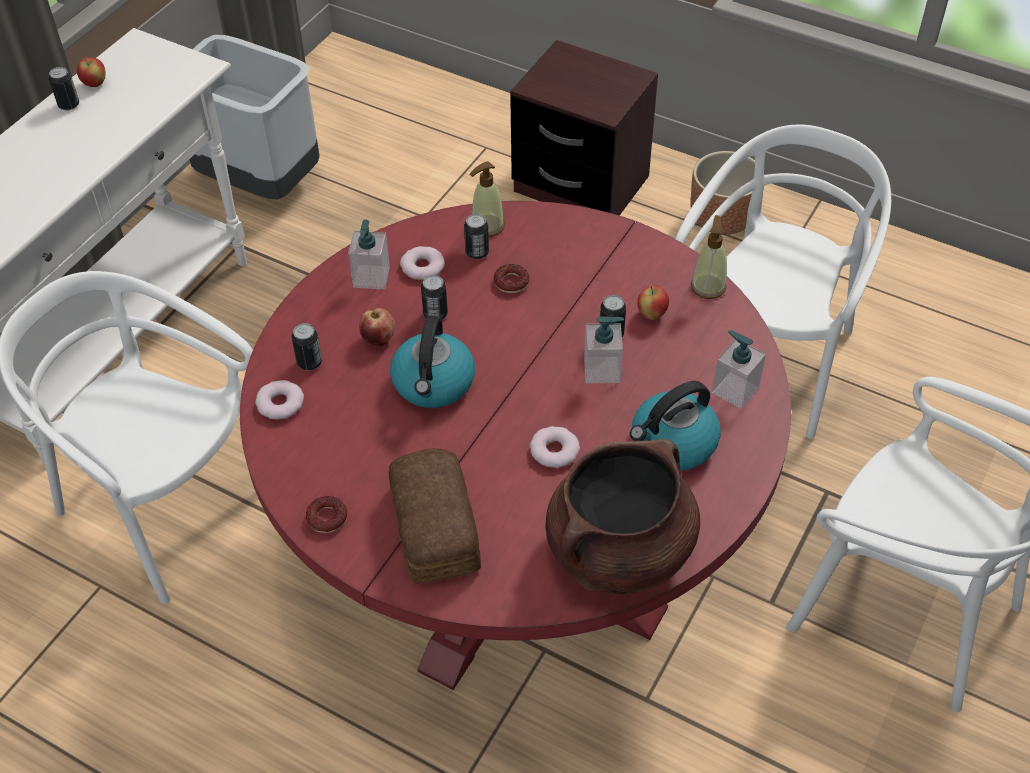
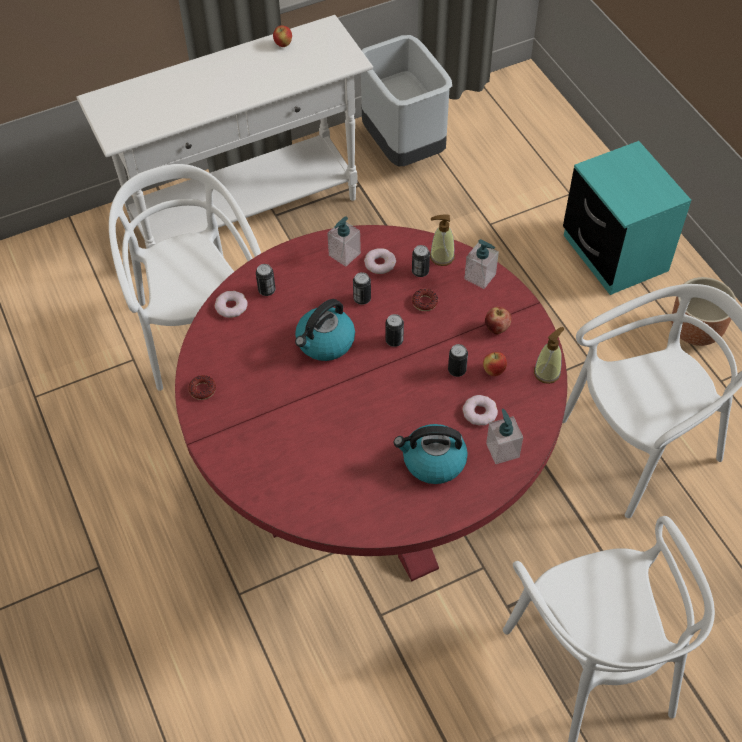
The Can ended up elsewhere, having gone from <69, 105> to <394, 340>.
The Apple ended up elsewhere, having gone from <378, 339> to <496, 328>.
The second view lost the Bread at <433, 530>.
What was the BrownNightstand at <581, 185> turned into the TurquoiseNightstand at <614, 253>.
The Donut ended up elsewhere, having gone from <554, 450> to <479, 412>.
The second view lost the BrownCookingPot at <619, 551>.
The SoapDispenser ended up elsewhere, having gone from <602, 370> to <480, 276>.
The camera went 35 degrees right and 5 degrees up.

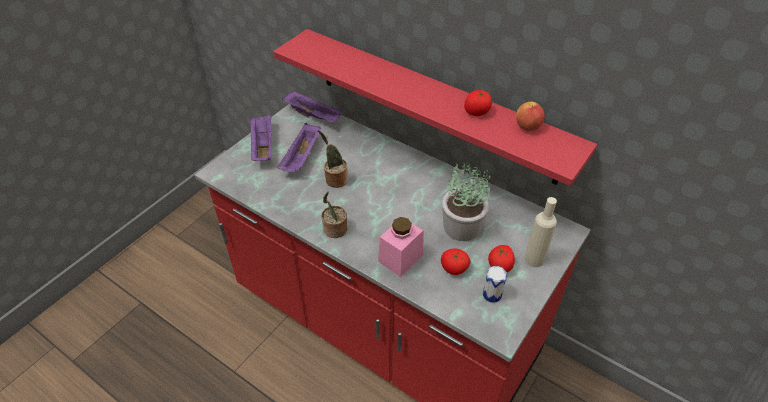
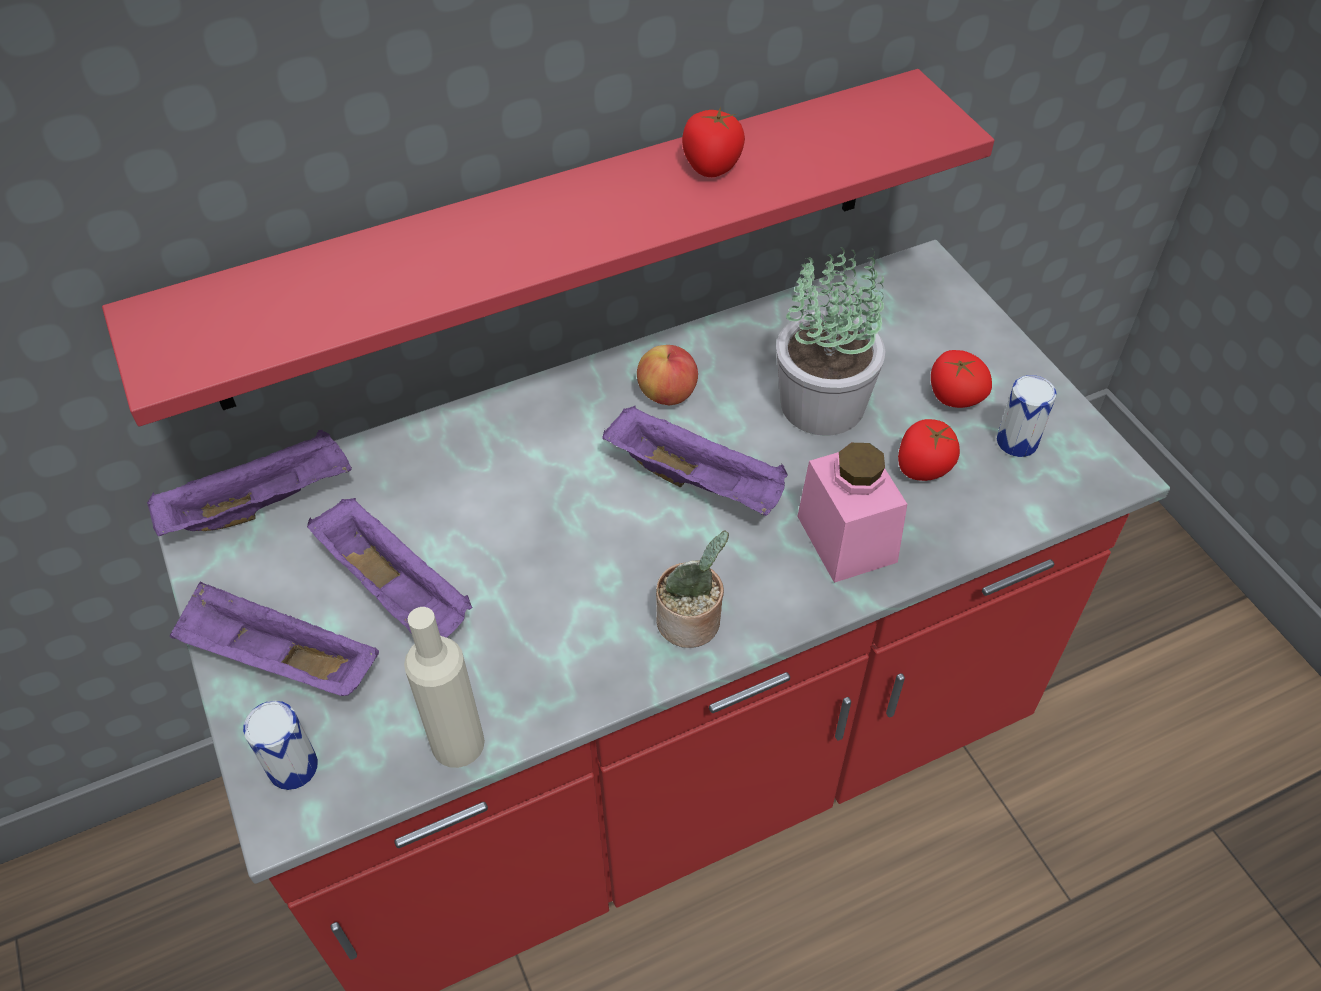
The second view lost the PottedPlant at <335, 179>.
The Apple ended up elsewhere, having gone from <527, 127> to <668, 394>.
The BeigeBottle ended up elsewhere, having gone from <534, 259> to <458, 743>.
The second view gained the Can at <293, 767>.
The second view gained the PurpleTray at <697, 481>.
The camera went 60 degrees left and 5 degrees up.

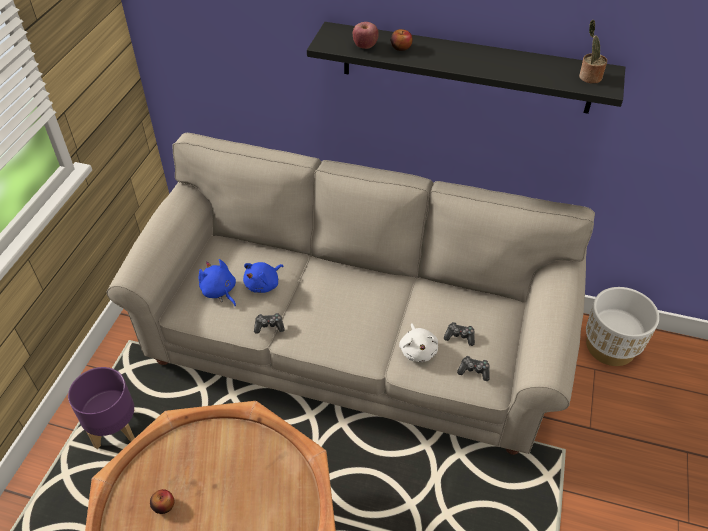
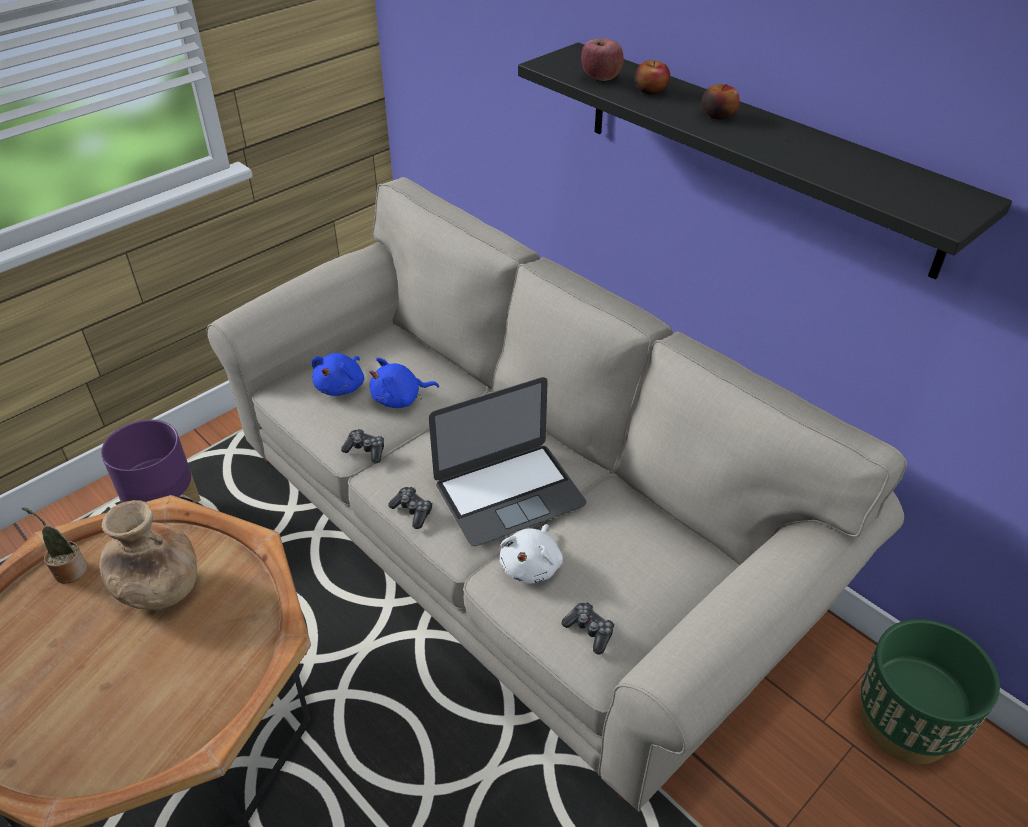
The Apple ended up elsewhere, having gone from <163, 505> to <718, 115>.
The BluePlushToy at <219, 291> ended up facing another way, 150 degrees counterclockwise from before.
The GameController ended up elsewhere, having gone from <459, 336> to <412, 511>.
The PottedPlant ended up elsewhere, having gone from <588, 77> to <68, 570>.
What was the WhitePlanter at <610, 346> turned into the GreenPlanter at <905, 724>.
The second view gained the BrownVase at <158, 589>.
The second view gained the Laptop at <509, 493>.
The camera went 30 degrees right and 5 degrees down.

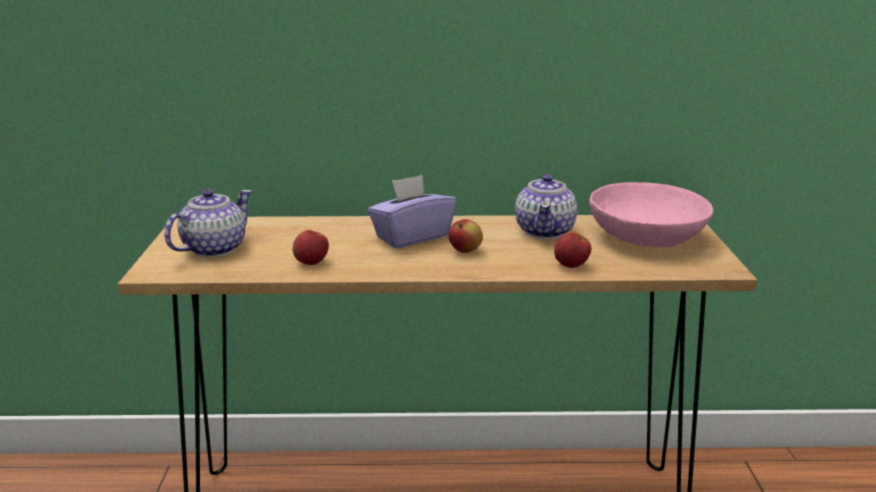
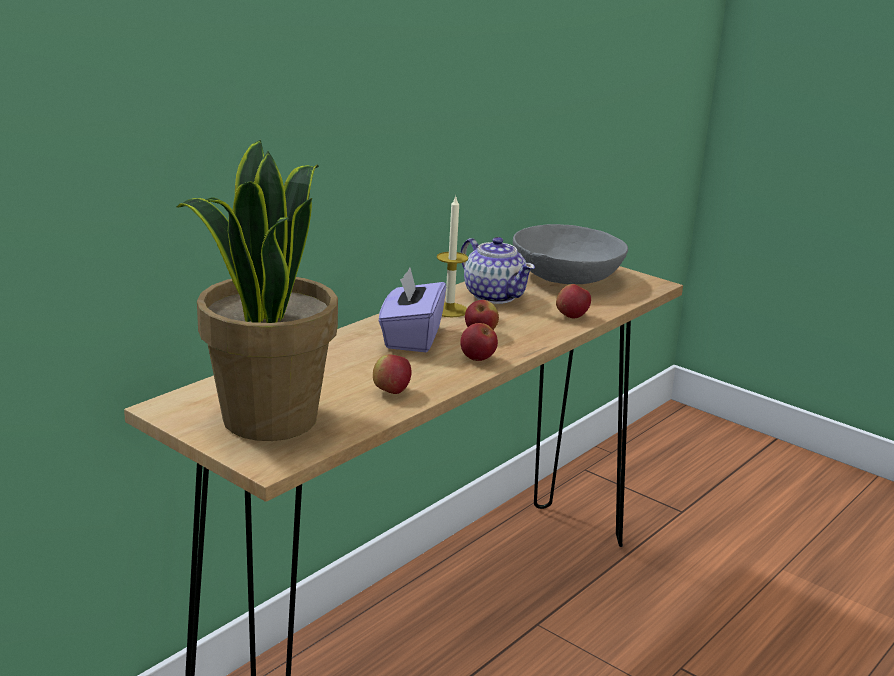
Where the Teapot stood at <213, 249>, the PottedPlant came to stand at <268, 418>.
What was the PinkBowl at <646, 237> turned into the GreyBowl at <567, 277>.
The second view gained the Candle at <449, 310>.
The second view gained the Apple at <477, 359>.
The camera went 50 degrees left and 0 degrees up.

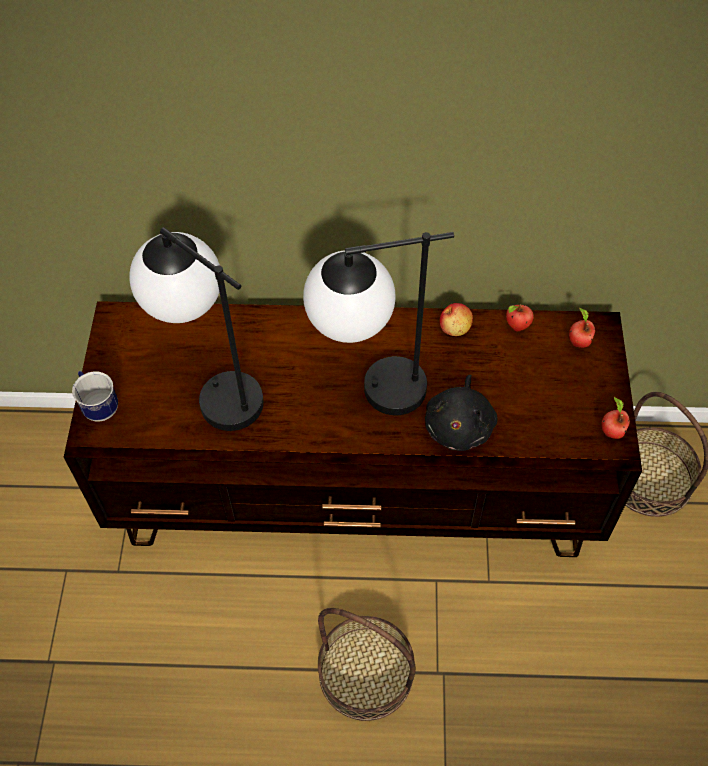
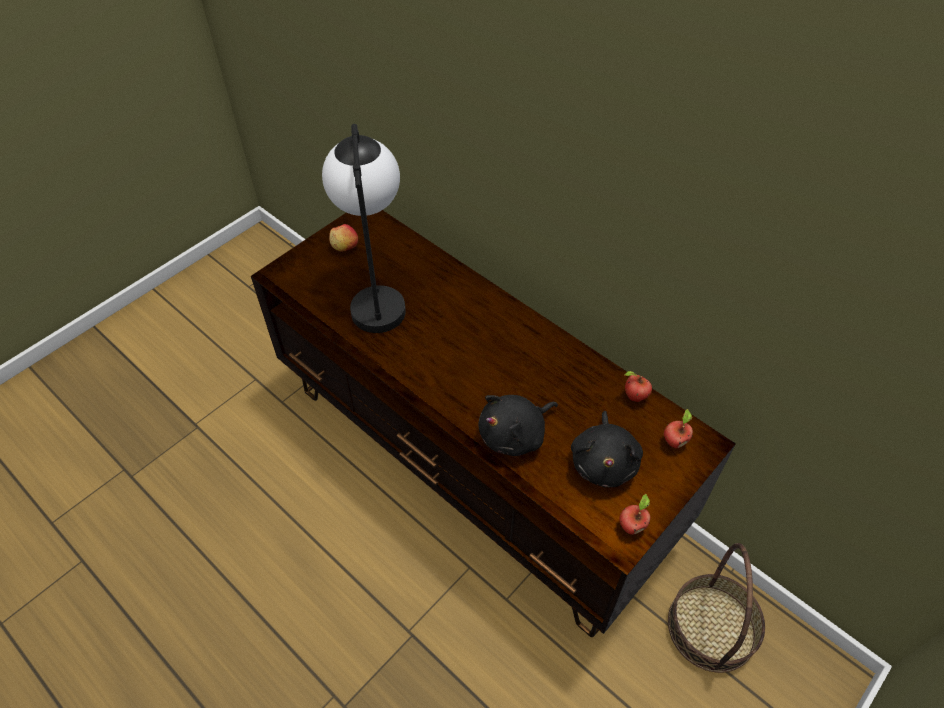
The second view lost the Mug at <98, 406>.
The second view lost the TableLamp at <369, 393>.
The second view lost the Basket at <366, 672>.
The Apple ended up elsewhere, having gone from <455, 328> to <344, 246>.
The second view gained the BlackPlushToy at <604, 462>.
The camera went 40 degrees right and 5 degrees down.

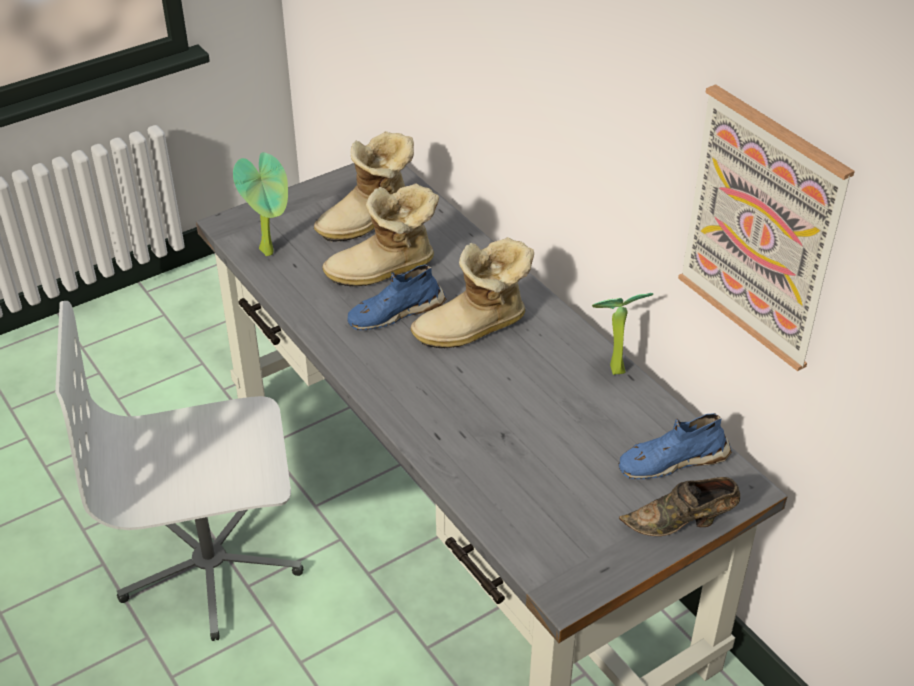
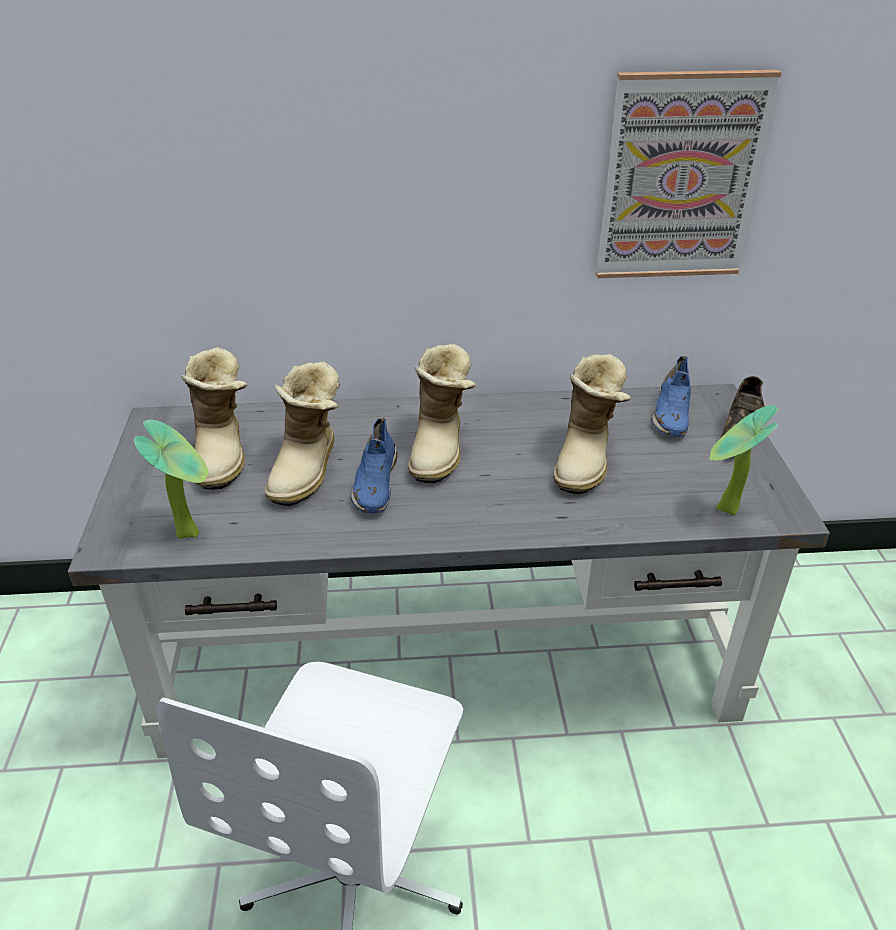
The PottedPlant ended up elsewhere, having gone from <612, 368> to <723, 512>.
The second view gained the Boot at <587, 460>.
The camera went 60 degrees left and 5 degrees down.

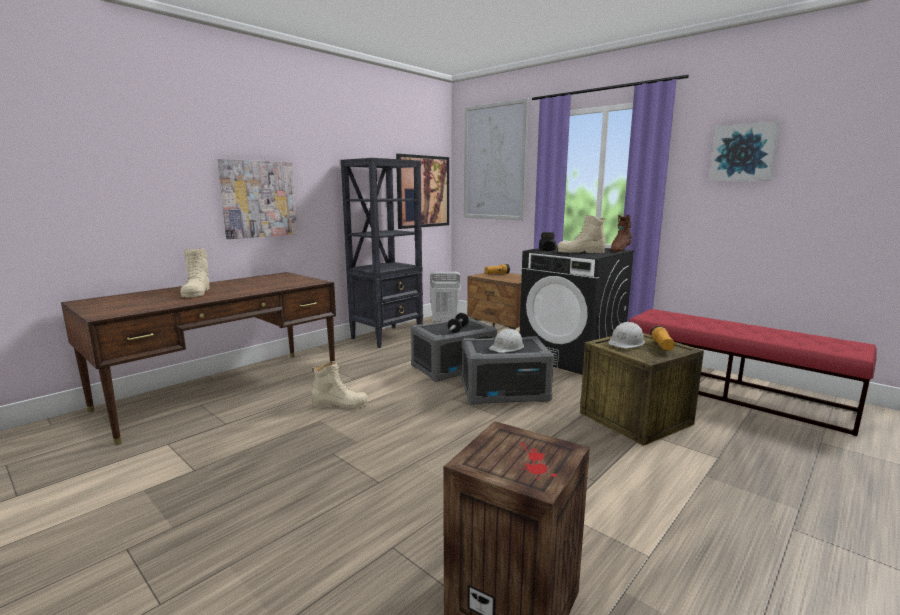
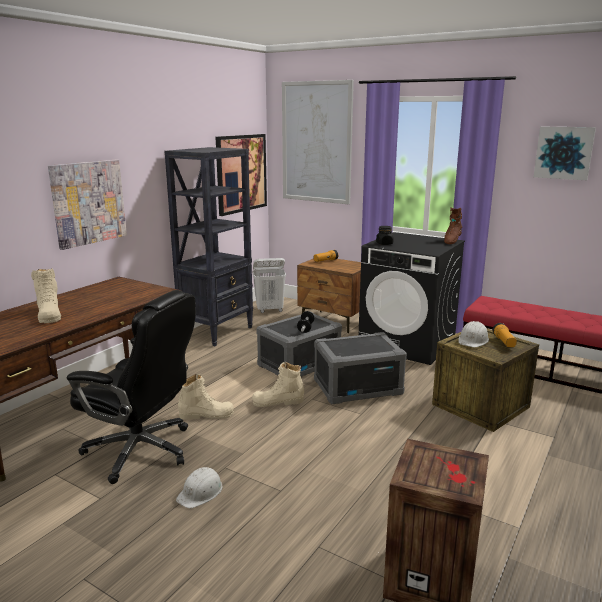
The WhiteHardHat ended up elsewhere, having gone from <507, 347> to <201, 492>.
The BeigeBoot ended up elsewhere, having gone from <581, 252> to <278, 402>.
The second view gained the BlackOfficeChair at <142, 450>.
The camera went 10 degrees left and 5 degrees up.

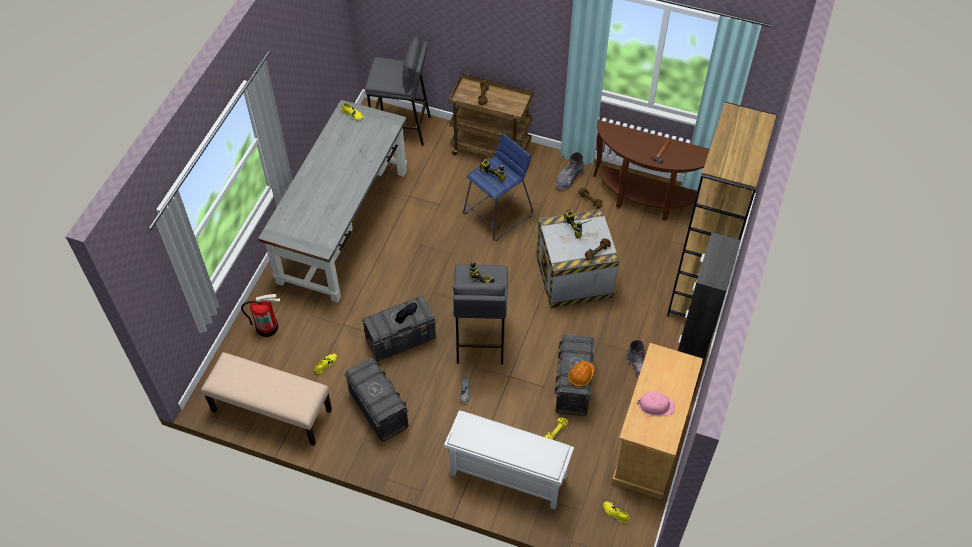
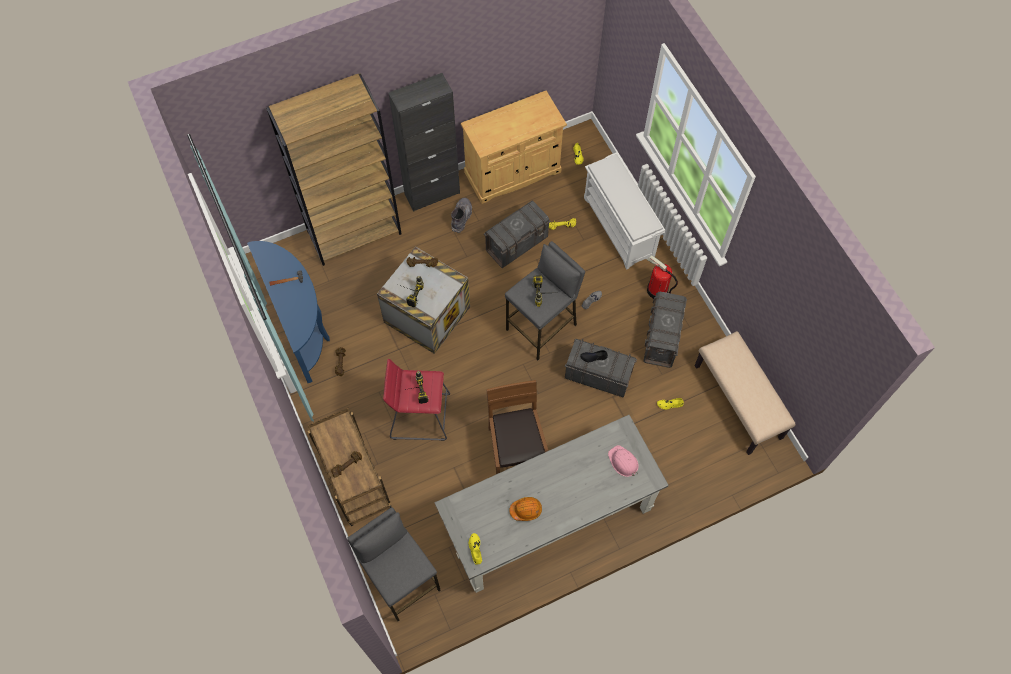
The FireExtinguisher ended up elsewhere, having gone from <267, 327> to <657, 290>.
What was the BlueStool at <498, 214> turned into the RedStool at <420, 415>.
The second view lost the GreyBoot at <568, 178>.
The OrangeHardHat ended up elsewhere, having gone from <581, 375> to <526, 510>.
What was the BrownConsoleTable at <645, 200> turned into the BlueConsoleTable at <302, 326>.
The PinkHardHat ended up elsewhere, having gone from <655, 405> to <623, 462>.
The second view gained the BrownChair at <516, 451>.
The camera went 135 degrees left and 10 degrees up.

